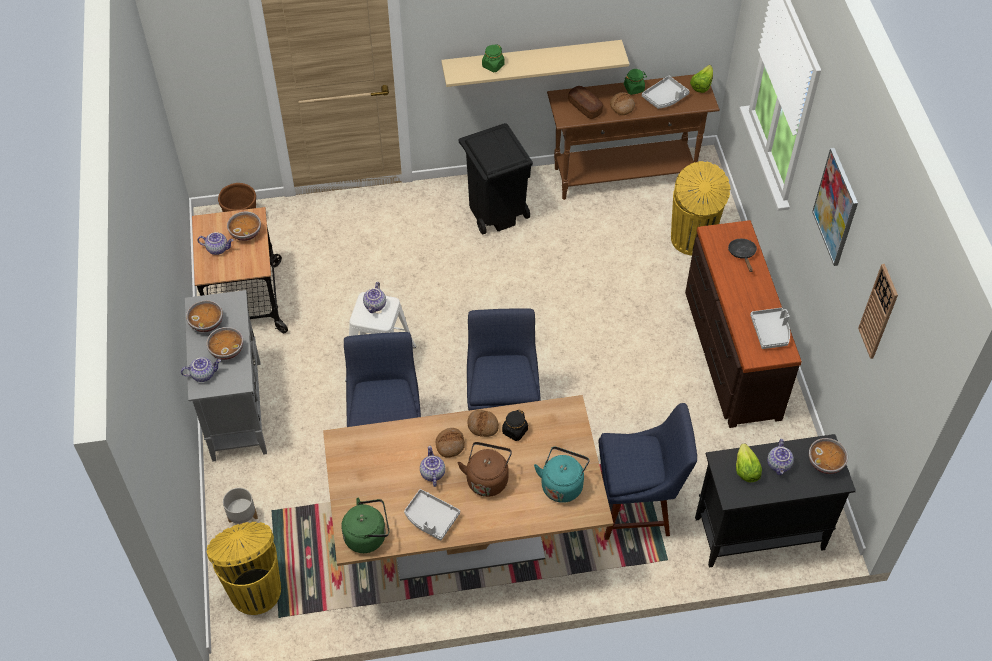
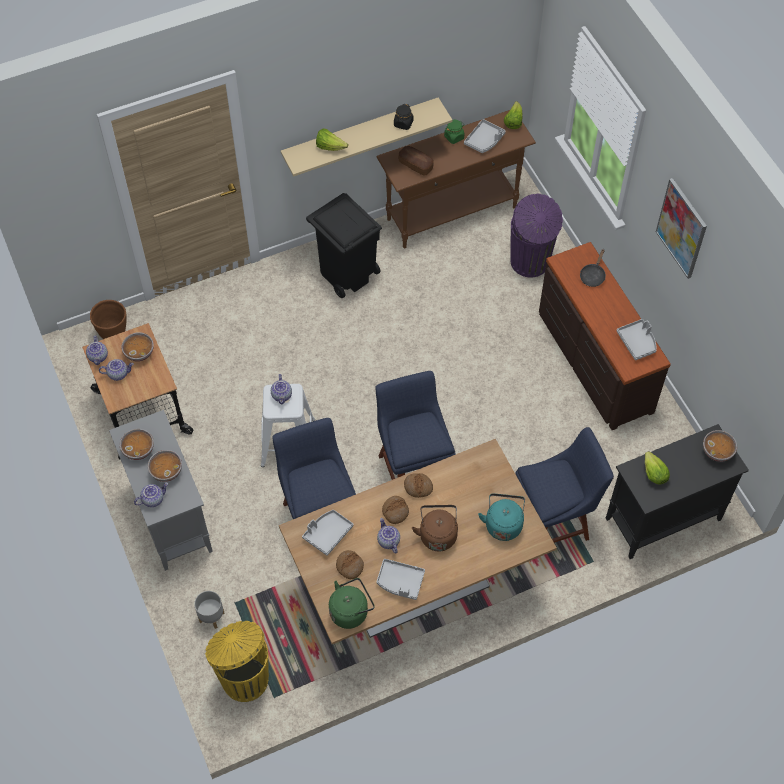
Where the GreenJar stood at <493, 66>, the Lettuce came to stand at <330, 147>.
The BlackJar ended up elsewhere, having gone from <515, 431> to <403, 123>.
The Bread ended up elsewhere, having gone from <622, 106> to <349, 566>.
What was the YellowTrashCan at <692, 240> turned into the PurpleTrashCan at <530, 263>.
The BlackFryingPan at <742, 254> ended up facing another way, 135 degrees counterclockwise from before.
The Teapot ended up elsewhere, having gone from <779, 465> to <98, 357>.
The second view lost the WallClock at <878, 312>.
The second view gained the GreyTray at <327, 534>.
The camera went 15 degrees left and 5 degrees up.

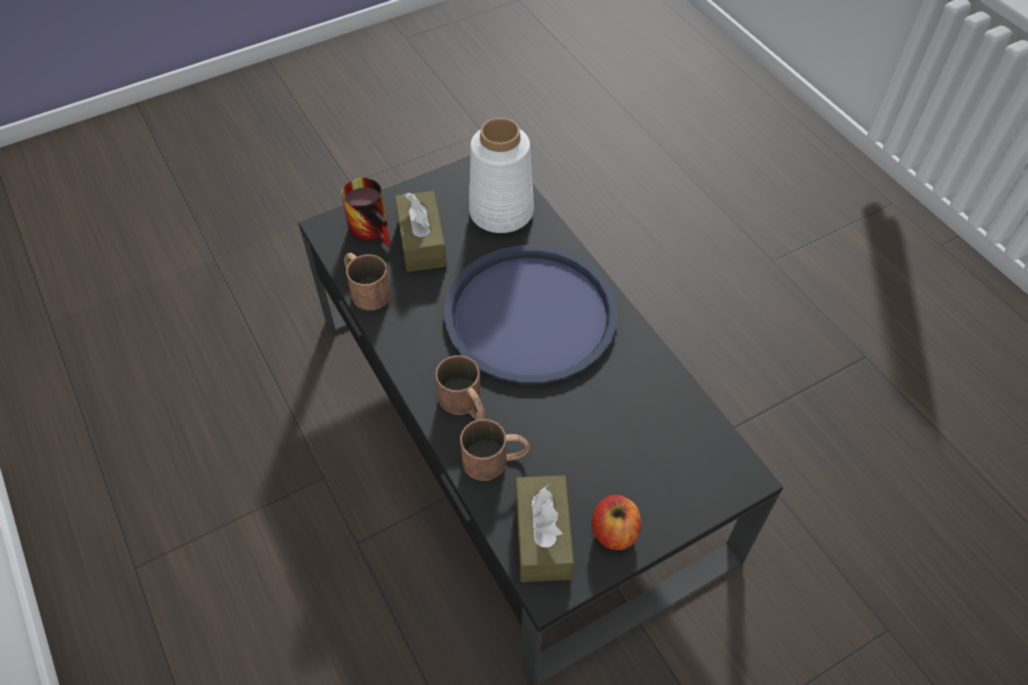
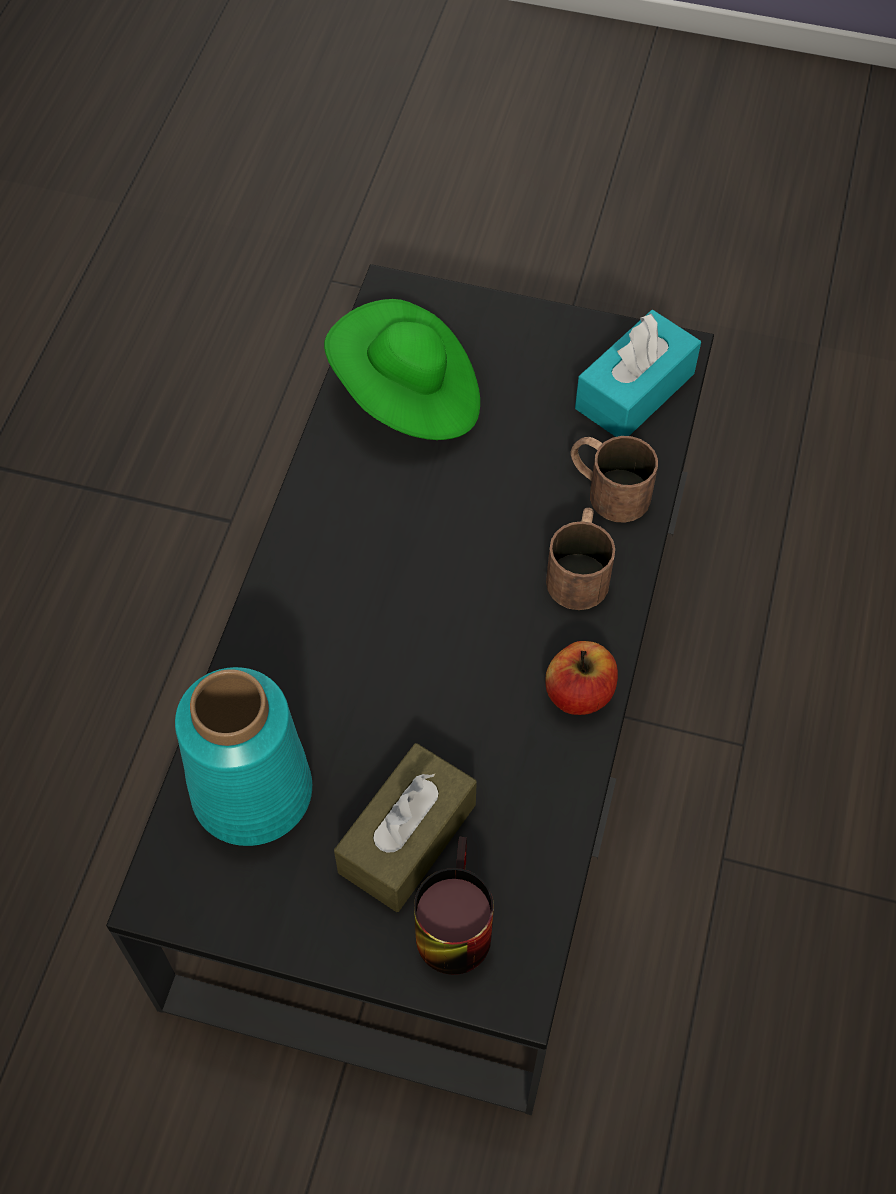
The second view lost the BrownMug at <365, 288>.
The second view lost the BlueTray at <530, 314>.
What was the WhiteVase at <501, 213> turned into the TurquoiseVase at <254, 790>.
What was the BrownTissueBox at <542, 536> turned into the TurquoiseTissueBox at <634, 391>.
The Apple ended up elsewhere, having gone from <614, 532> to <579, 693>.
The second view gained the GreenHat at <408, 398>.
The camera went 135 degrees left and 5 degrees up.

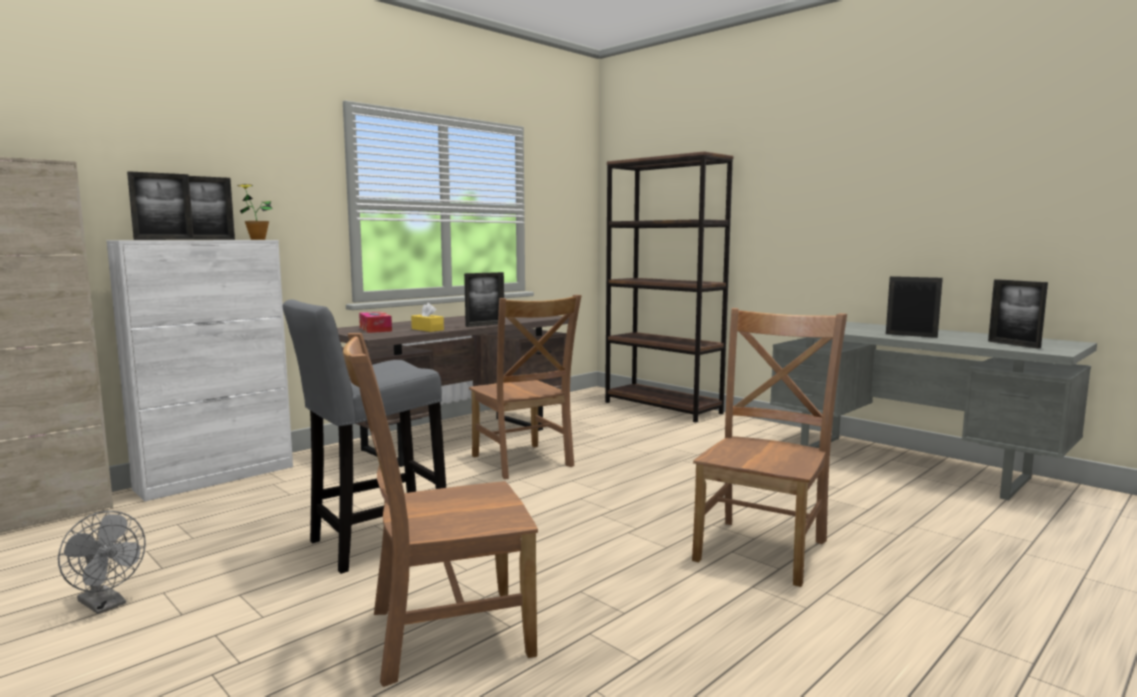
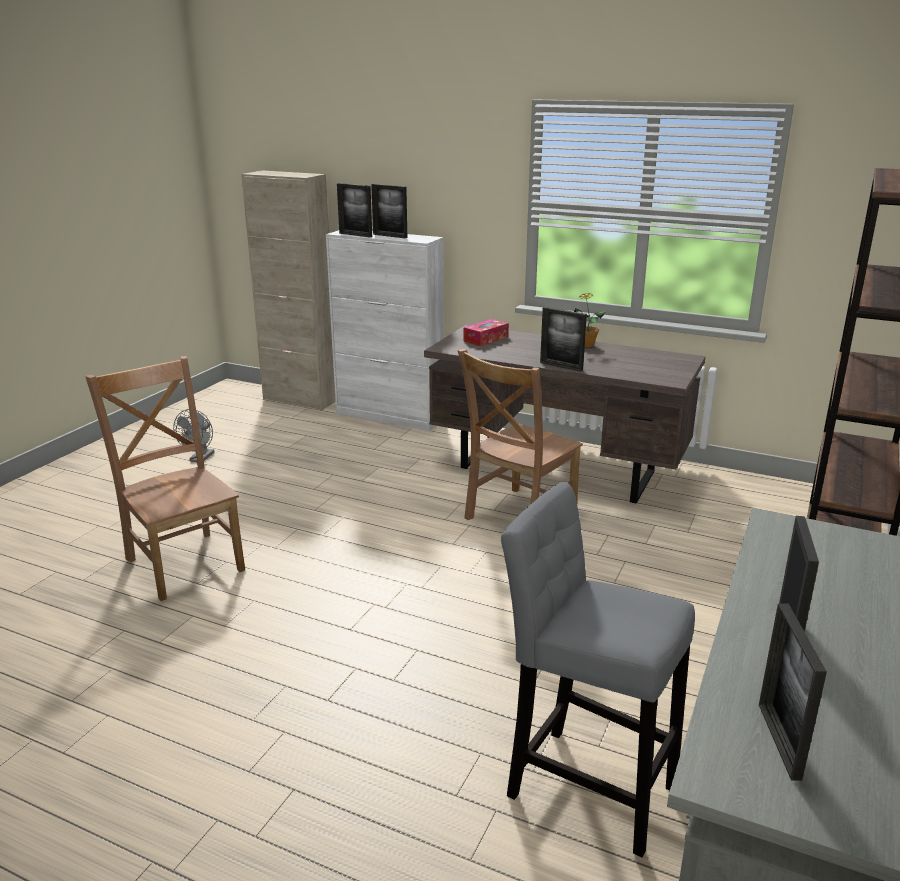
The PottedPlant ended up elsewhere, having gone from <257, 239> to <587, 345>.
The GreyStool ended up elsewhere, having gone from <372, 543> to <584, 785>.
The second view lost the YellowTissueBox at <427, 329>.
The second view lost the BrownChair at <763, 548>.
The PictureFrame at <1013, 344> ended up facing another way, 45 degrees counterclockwise from before.
The camera went 70 degrees right and 15 degrees up.

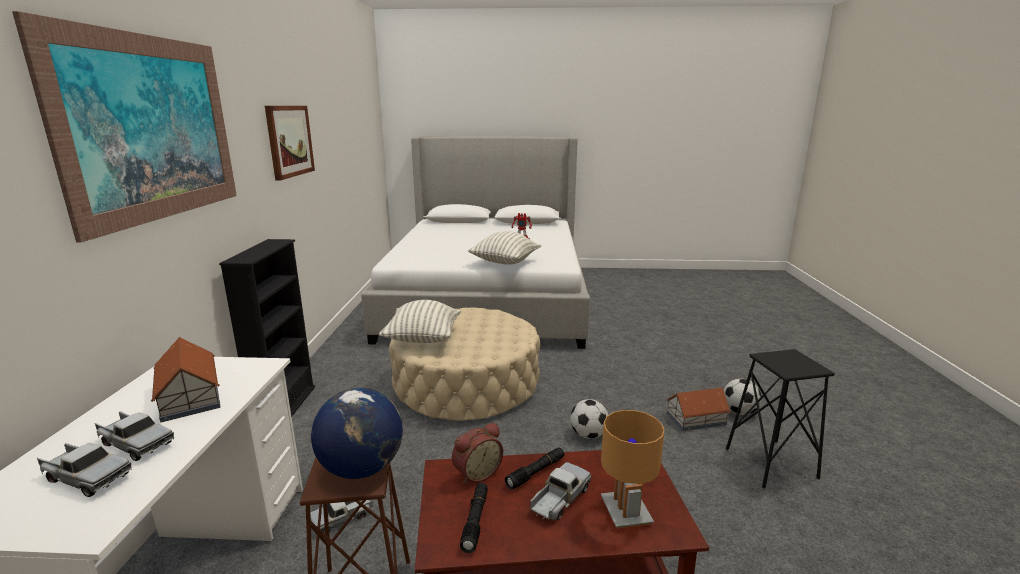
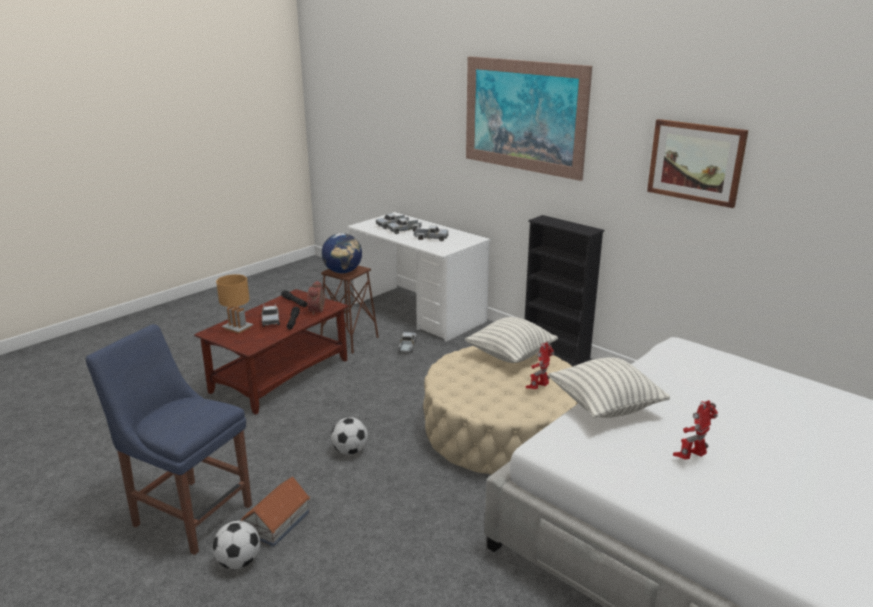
Where the ToyHouse stood at <189, 397>, the ToyTruck came to stand at <431, 238>.
Where the BlackStool stood at <770, 463>, the BlueChair came to stand at <189, 513>.
The second view gained the ToyRobot at <538, 388>.
The camera went 130 degrees right and 5 degrees up.

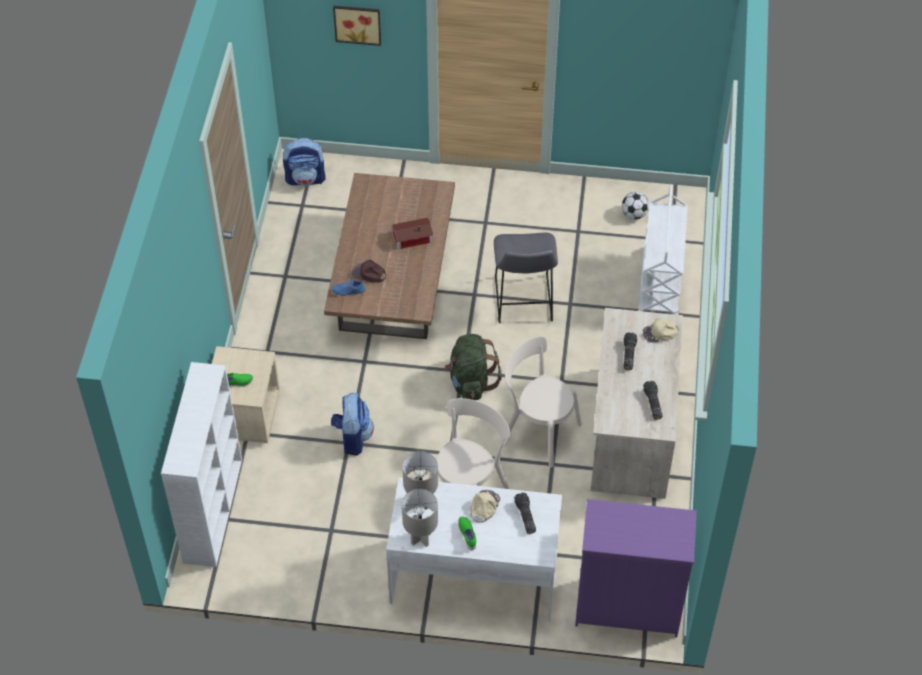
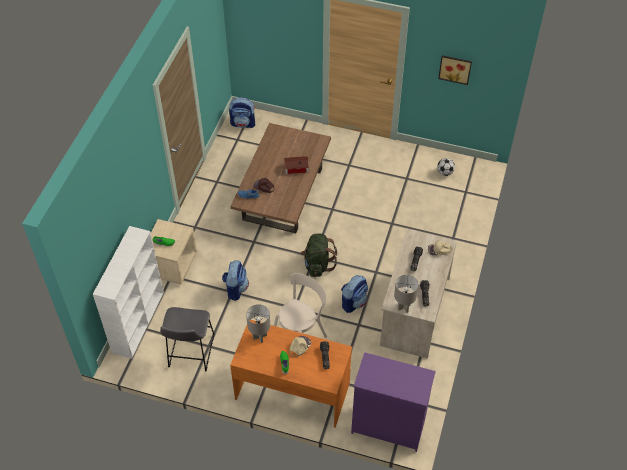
The Picture ended up elsewhere, having gone from <357, 23> to <455, 68>.
What was the WhiteDesk at <474, 577> turned into the OrangeDesk at <292, 390>.
The GreyTableLamp ended up elsewhere, having gone from <420, 538> to <403, 307>.
The GreyStool ended up elsewhere, having gone from <523, 302> to <190, 353>.
Where the BeigeChair stood at <537, 431>, the Backpack came to stand at <353, 302>.
The second view lost the WhiteCart at <660, 284>.
The camera went 10 degrees right and 0 degrees up.

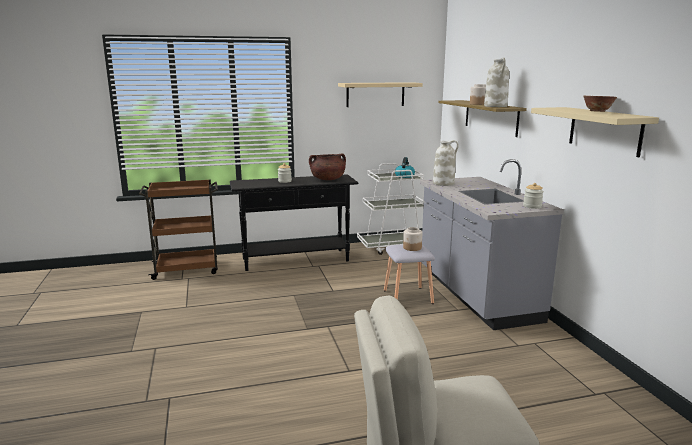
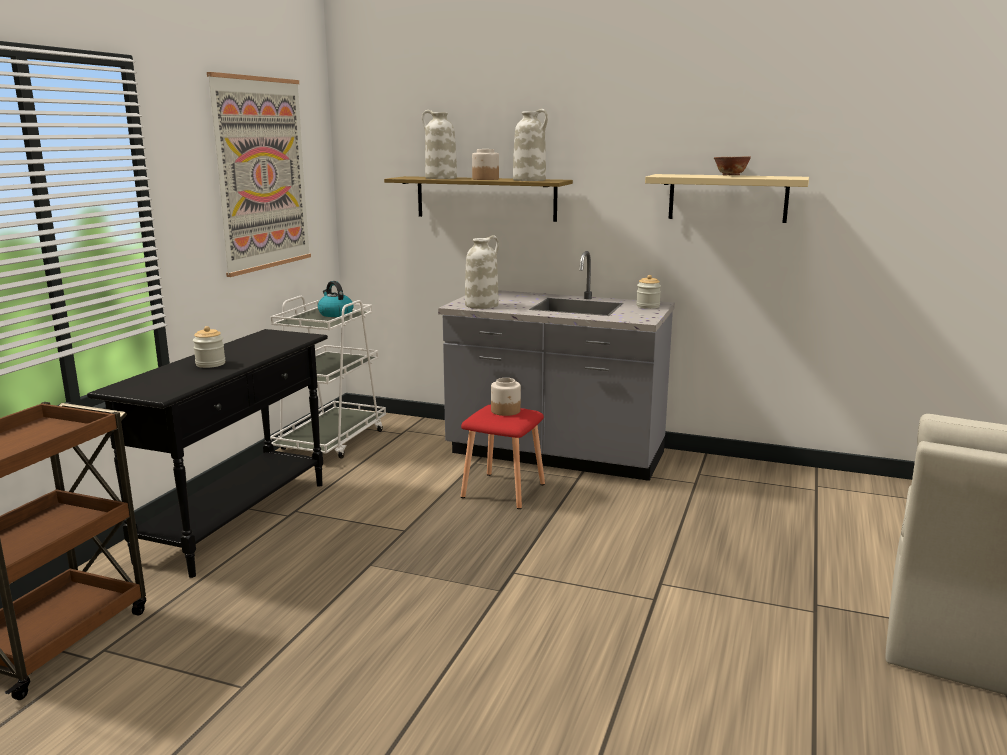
The second view lost the BrownCookingPot at <327, 179>.
Where the BeigeShelf hung at <375, 94>, the Picture came to hang at <262, 174>.
What was the GreyStool at <407, 297> turned into the RedStool at <503, 491>.
The second view gained the WhiteVase at <440, 178>.
The camera went 55 degrees left and 0 degrees up.

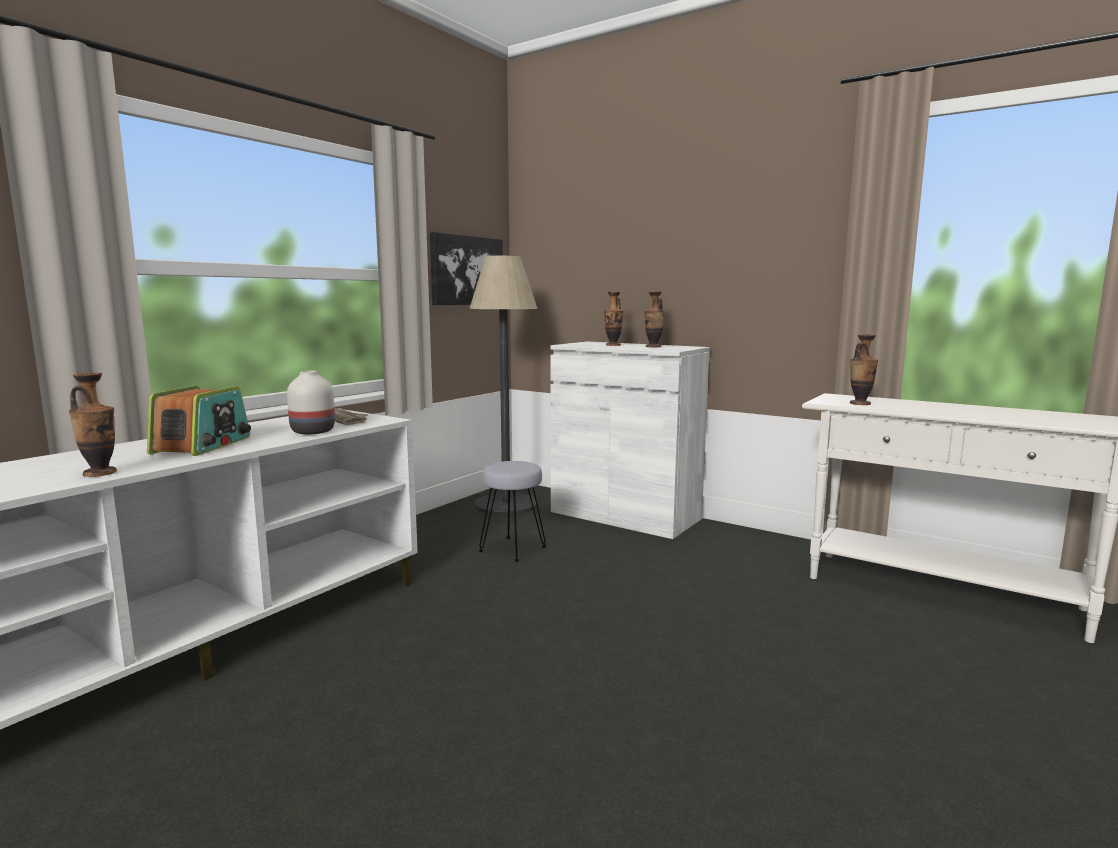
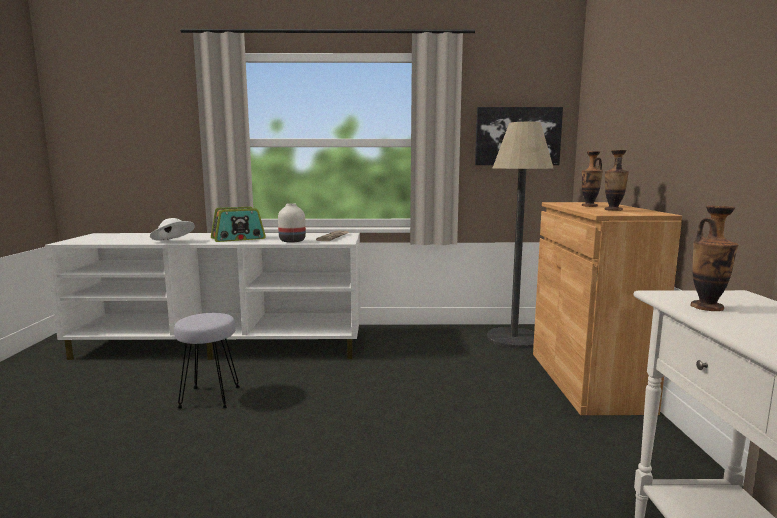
Where the Vase stood at <100, 473>, the WhiteHat came to stand at <173, 241>.
The GreyStool ended up elsewhere, having gone from <513, 549> to <210, 397>.
What was the WhiteCabinet at <625, 515> turned into the BrownCabinet at <587, 380>.
The camera went 55 degrees right and 0 degrees up.

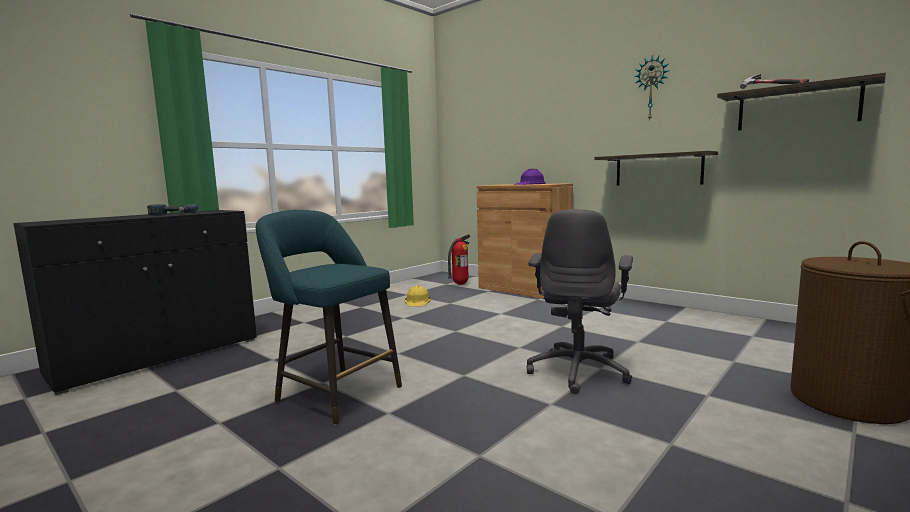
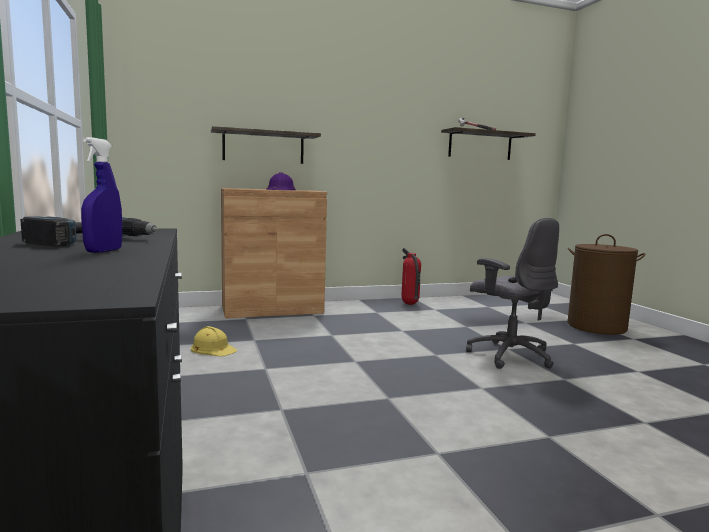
The second view lost the TurquoiseStool at <335, 393>.
The FireExtinguisher ended up elsewhere, having gone from <460, 284> to <409, 304>.
The Shelf ended up elsewhere, having gone from <658, 169> to <263, 147>.
The second view lost the WallClock at <651, 88>.
The second view gained the BlueSprayBottle at <104, 251>.
The camera went 60 degrees left and 0 degrees up.

